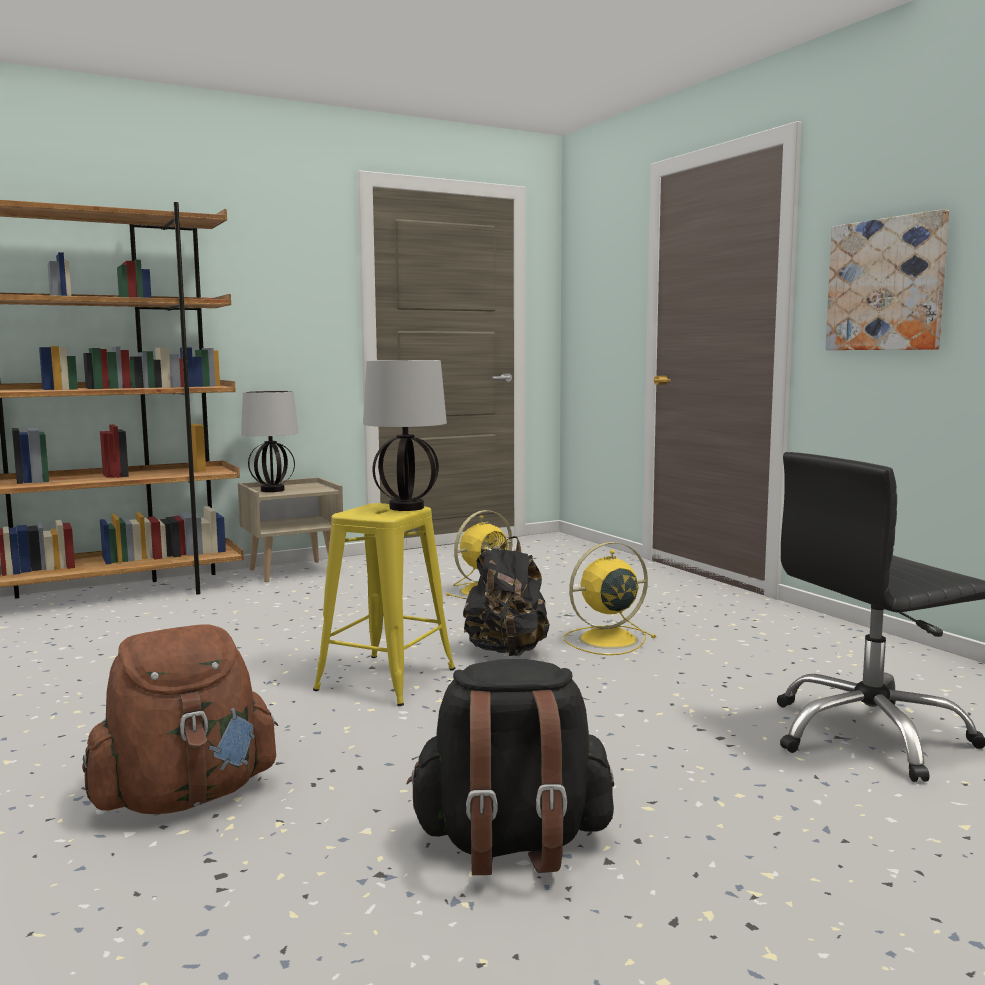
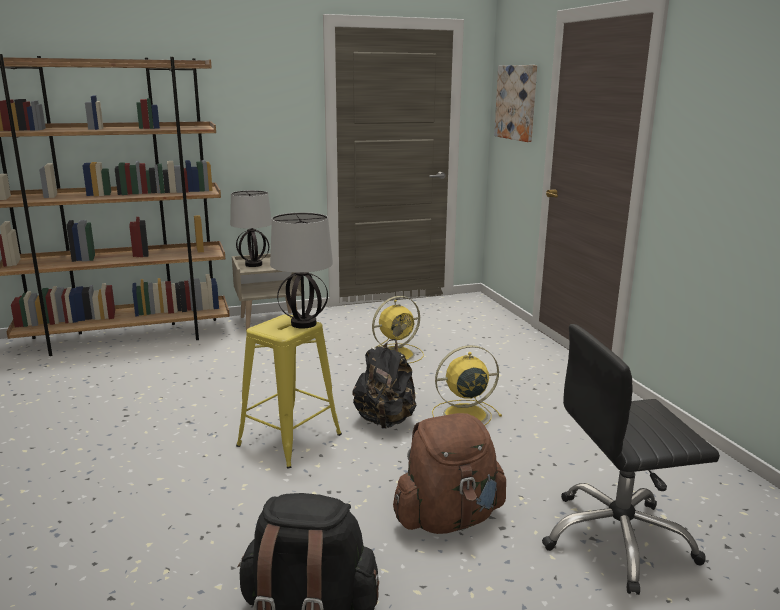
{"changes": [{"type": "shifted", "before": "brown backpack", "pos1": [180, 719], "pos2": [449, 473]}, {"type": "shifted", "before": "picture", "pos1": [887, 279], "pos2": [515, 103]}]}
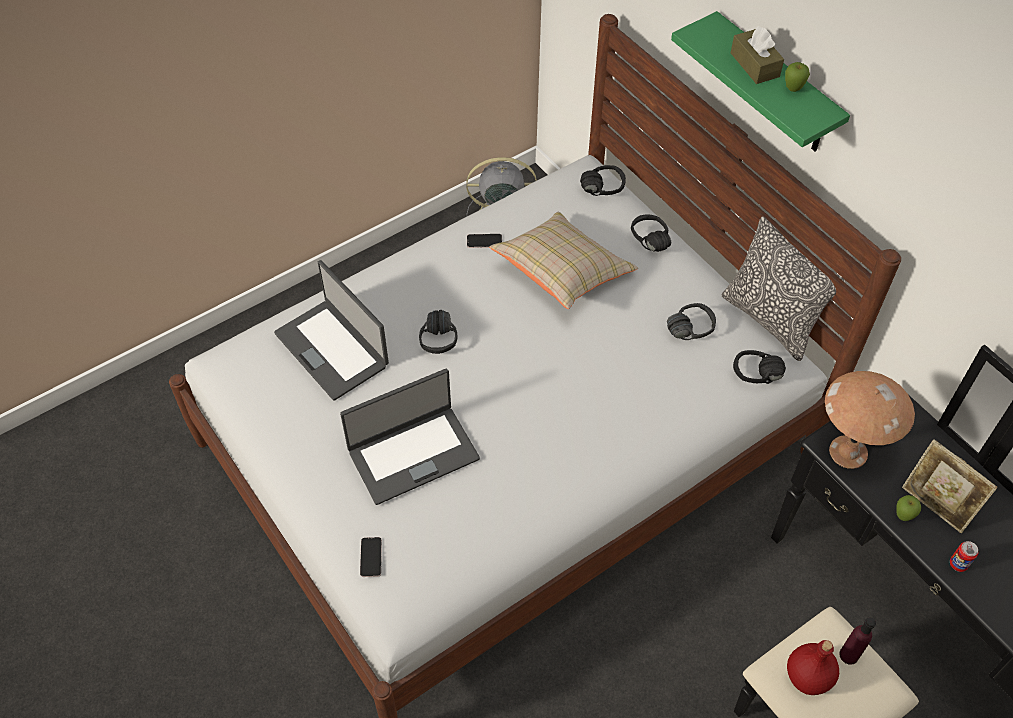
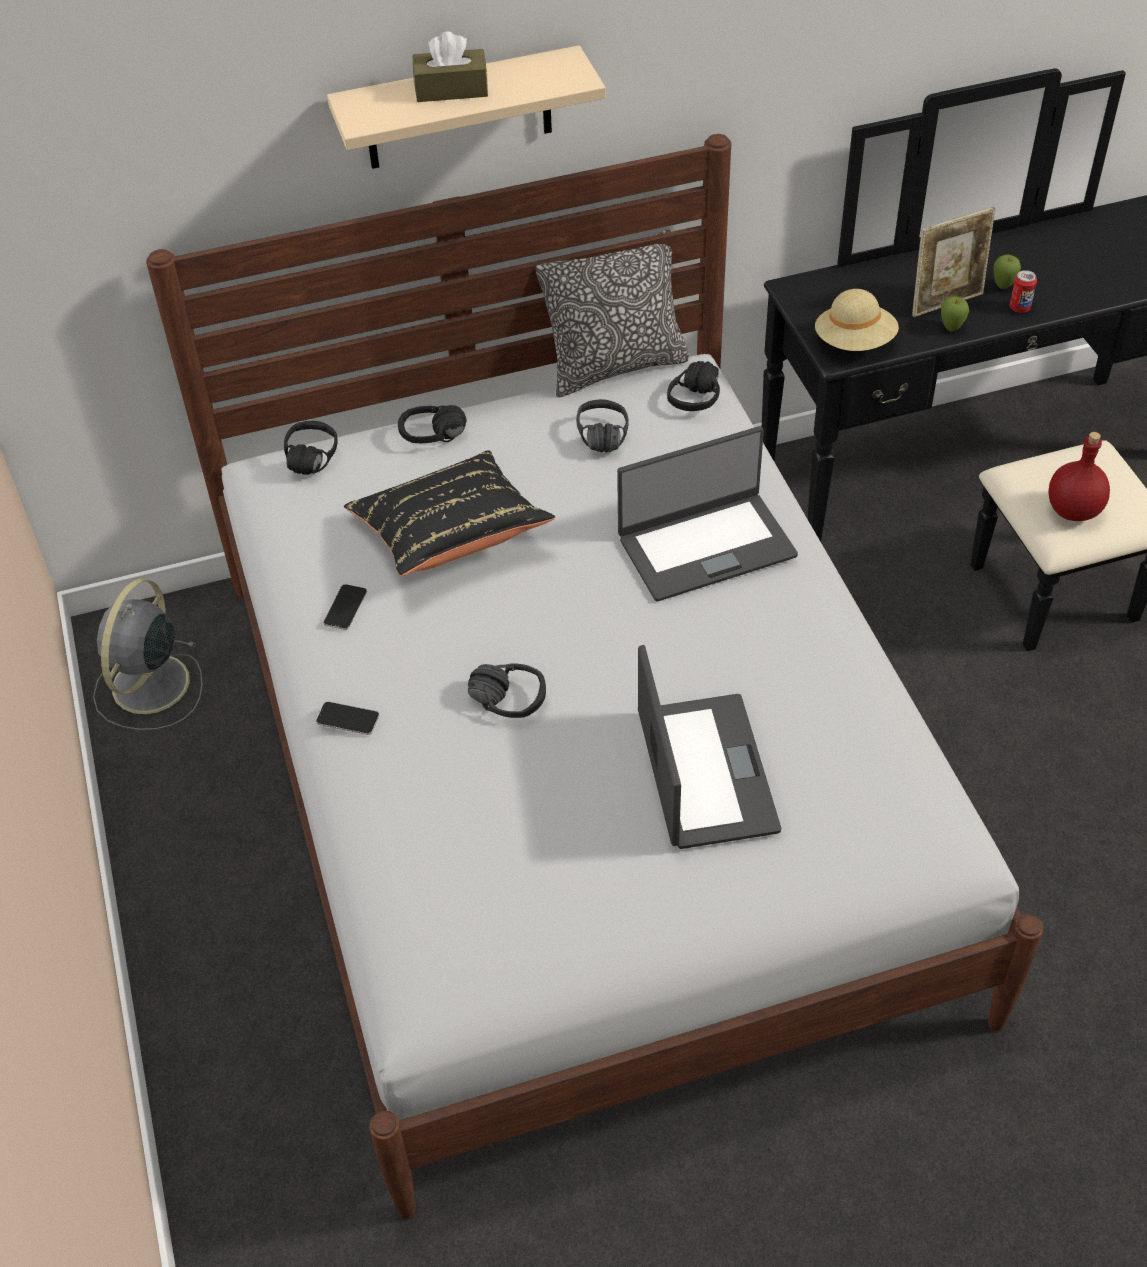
{"changes": [{"type": "shifted", "before": "laptop", "pos1": [331, 330], "pos2": [707, 514]}, {"type": "shifted", "before": "phone", "pos1": [371, 557], "pos2": [347, 718]}, {"type": "repainted", "before": "beige pillow", "after": "black pillow", "pos1": [563, 260], "pos2": [450, 513]}, {"type": "repainted", "before": "green shelf", "after": "beige shelf", "pos1": [760, 81], "pos2": [466, 107]}, {"type": "shifted", "before": "apple", "pos1": [797, 77], "pos2": [1007, 272]}, {"type": "swapped", "before": "brown table lamp", "after": "beige hat", "pos1": [870, 420], "pos2": [857, 320]}, {"type": "gone", "before": "purple bottle", "pos1": [857, 641]}]}
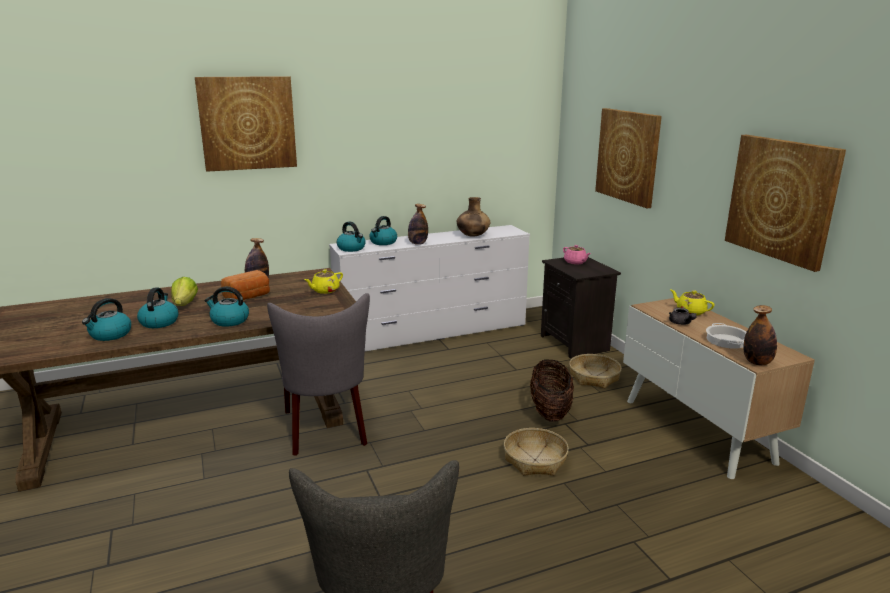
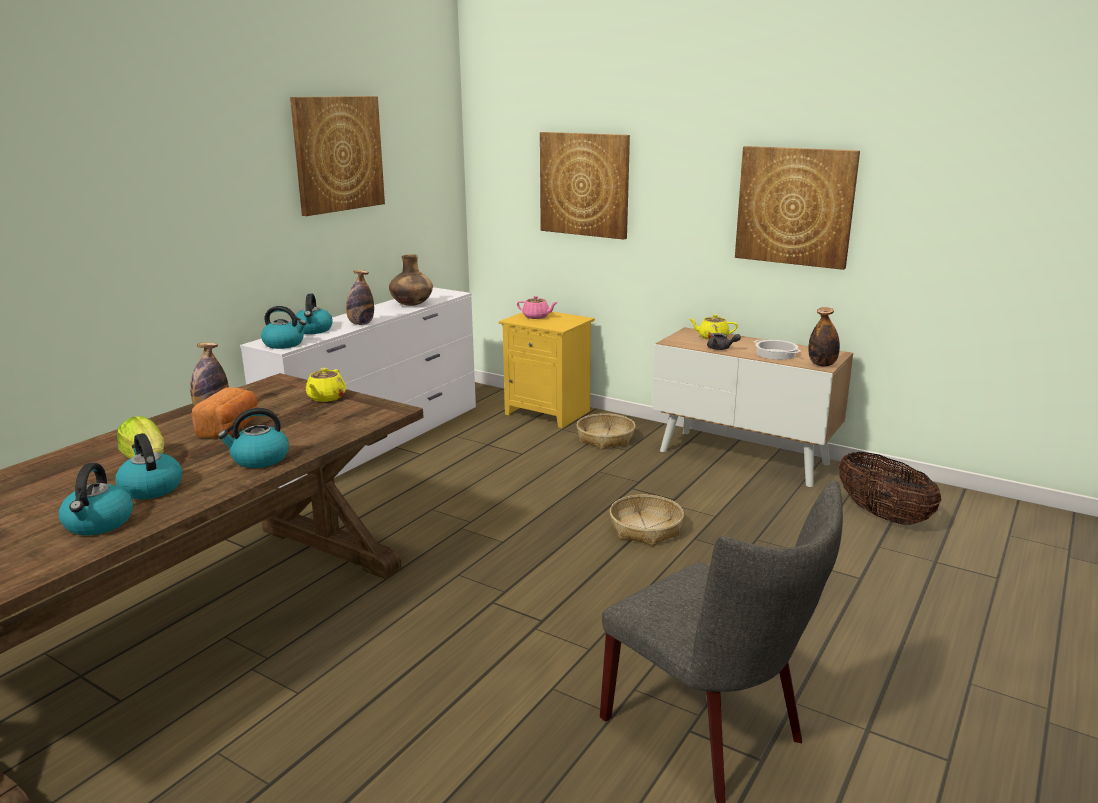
{"changes": [{"type": "shifted", "before": "picture", "pos1": [246, 124], "pos2": [337, 156]}, {"type": "gone", "before": "grey chair", "pos1": [318, 374]}, {"type": "shifted", "before": "basket", "pos1": [552, 390], "pos2": [889, 488]}, {"type": "repainted", "before": "black nightstand", "after": "yellow nightstand", "pos1": [581, 308], "pos2": [547, 370]}]}
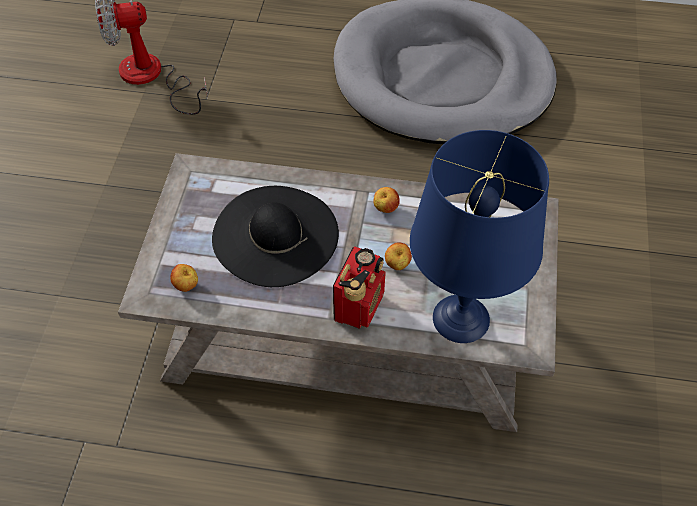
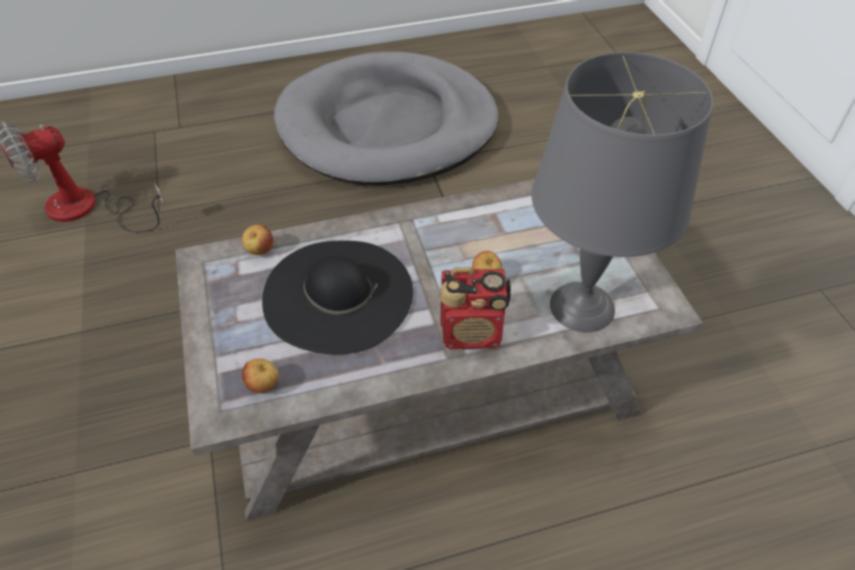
{"changes": [{"type": "rotated", "before": "radio", "pos1": [359, 287], "pos2": [475, 308], "turn": 90}, {"type": "shifted", "before": "apple", "pos1": [386, 200], "pos2": [257, 240]}, {"type": "repainted", "before": "blue table lamp", "after": "grey table lamp", "pos1": [479, 236], "pos2": [622, 192]}]}
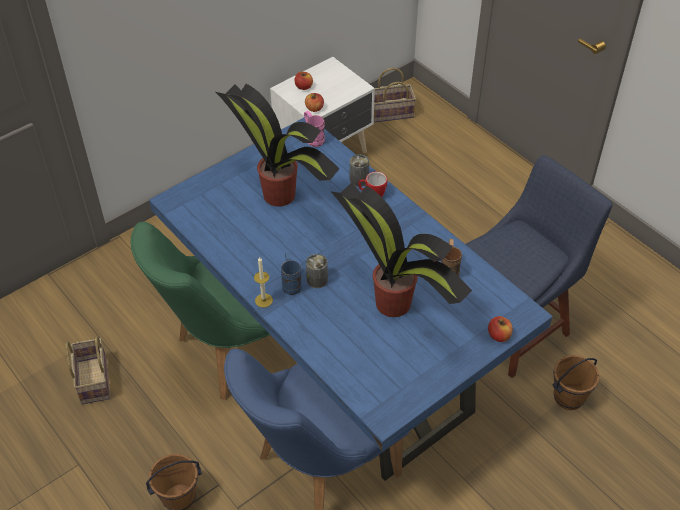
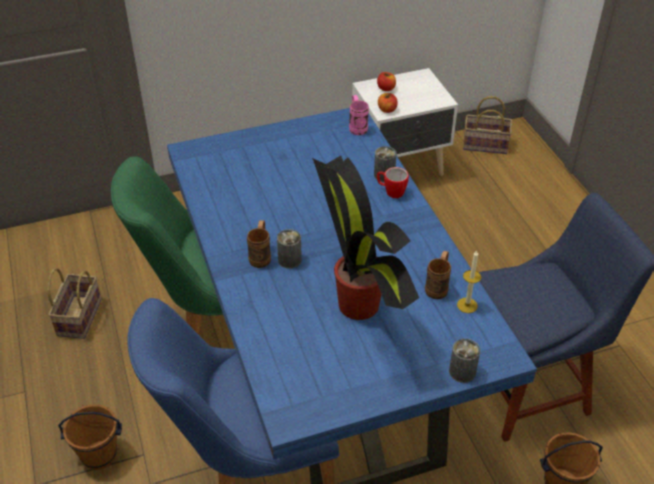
{"changes": [{"type": "gone", "before": "potted plant", "pos1": [278, 145]}, {"type": "shifted", "before": "candle", "pos1": [263, 282], "pos2": [469, 281]}, {"type": "repainted", "before": "blue mug", "after": "brown mug", "pos1": [291, 274], "pos2": [259, 244]}, {"type": "swapped", "before": "apple", "after": "can", "pos1": [500, 329], "pos2": [464, 361]}]}
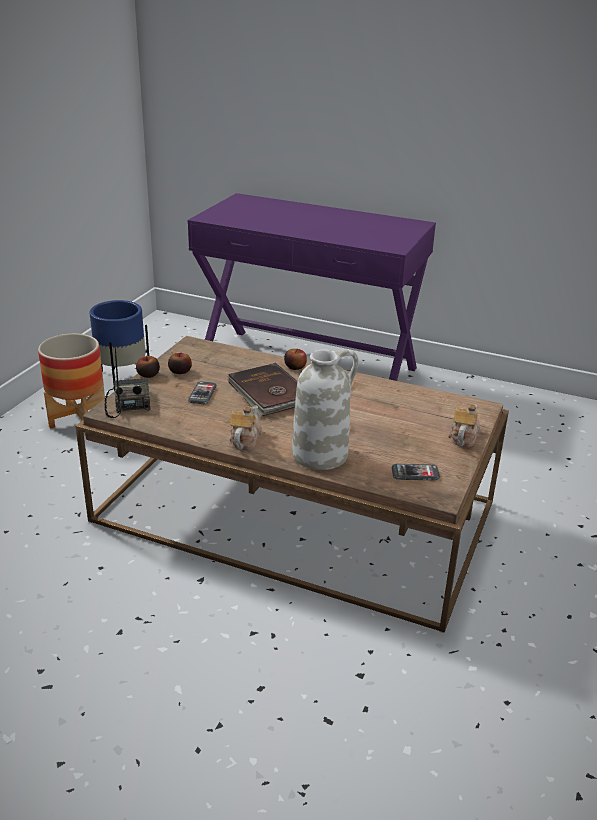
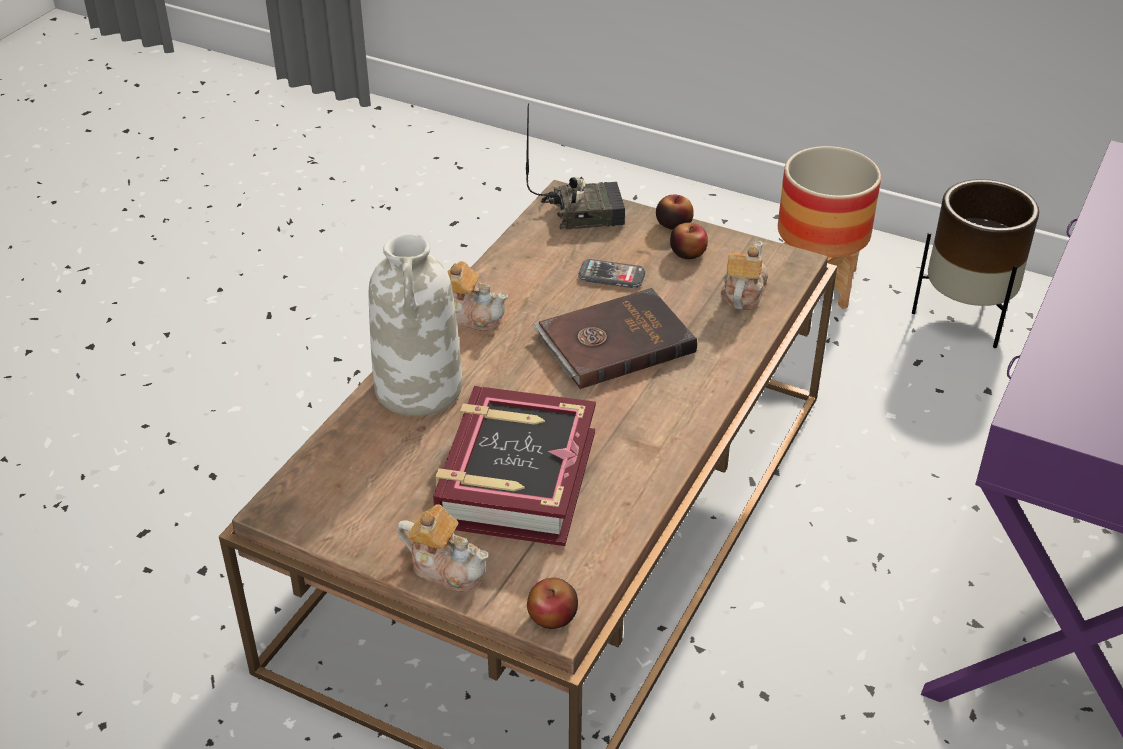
{"changes": [{"type": "repainted", "before": "blue planter", "after": "brown planter", "pos1": [119, 345], "pos2": [975, 263]}, {"type": "shifted", "before": "apple", "pos1": [295, 359], "pos2": [552, 603]}, {"type": "gone", "before": "phone", "pos1": [416, 472]}, {"type": "new", "after": "book", "pos2": [514, 466]}, {"type": "new", "after": "teapot", "pos2": [744, 275]}]}
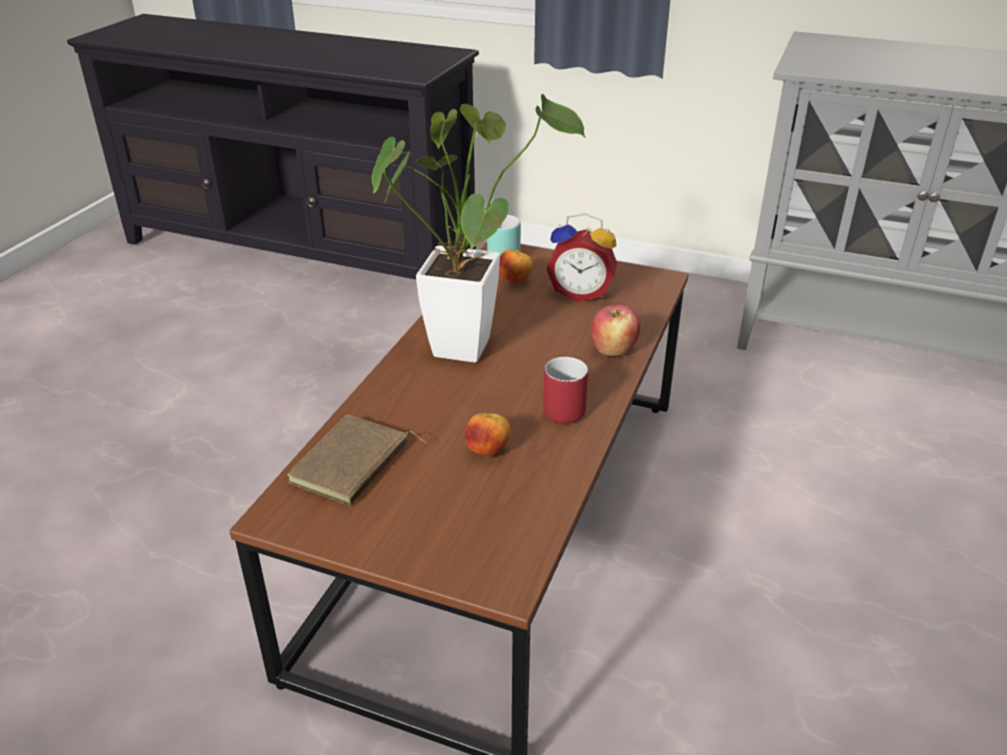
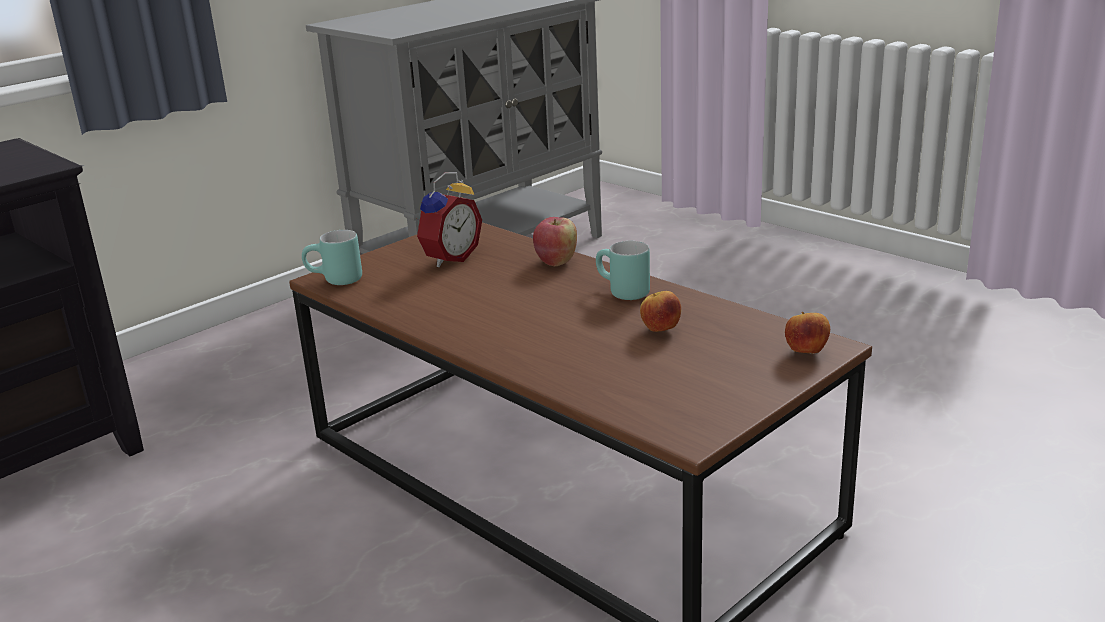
{"changes": [{"type": "gone", "before": "brown book", "pos1": [357, 460]}, {"type": "gone", "before": "potted plant", "pos1": [479, 228]}, {"type": "shifted", "before": "apple", "pos1": [516, 266], "pos2": [807, 333]}, {"type": "repainted", "before": "red mug", "after": "turquoise mug", "pos1": [565, 390], "pos2": [623, 270]}]}
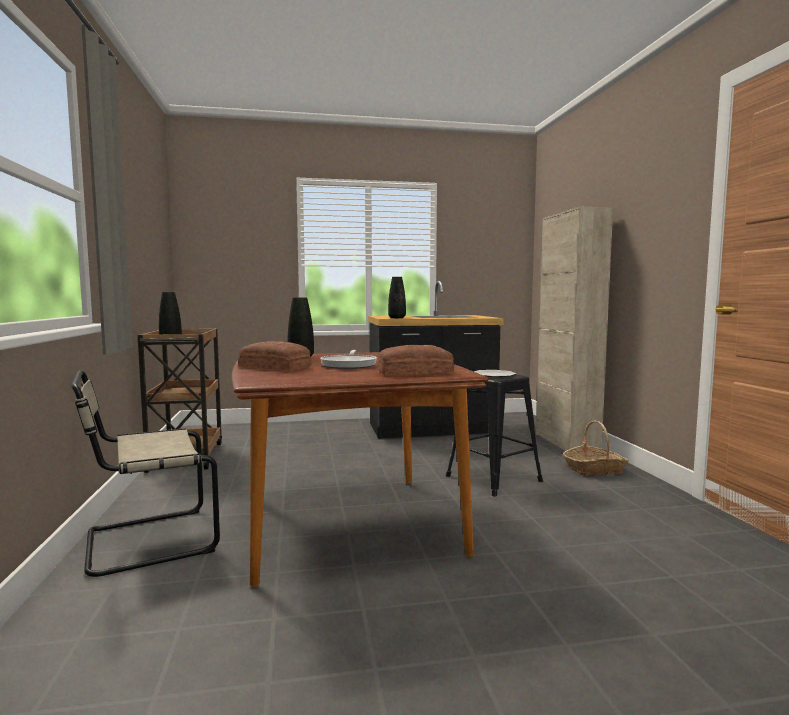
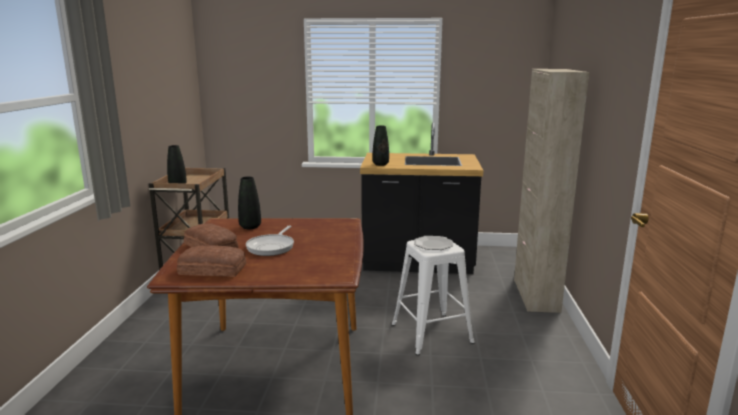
{"changes": [{"type": "gone", "before": "beige chair", "pos1": [145, 473]}, {"type": "shifted", "before": "bread", "pos1": [416, 360], "pos2": [211, 261]}, {"type": "repainted", "before": "black stool", "after": "white stool", "pos1": [494, 436], "pos2": [433, 296]}, {"type": "gone", "before": "basket", "pos1": [596, 448]}]}
